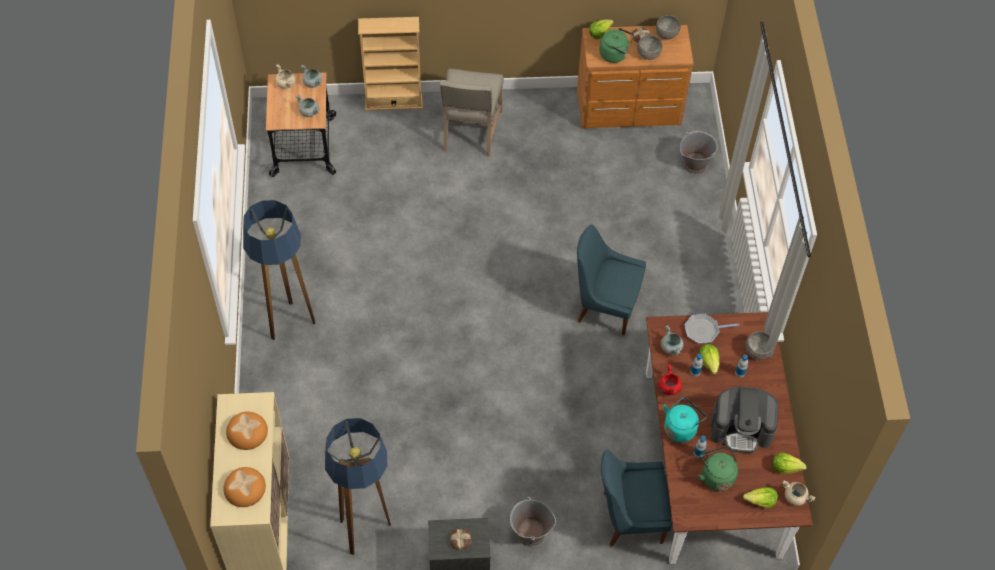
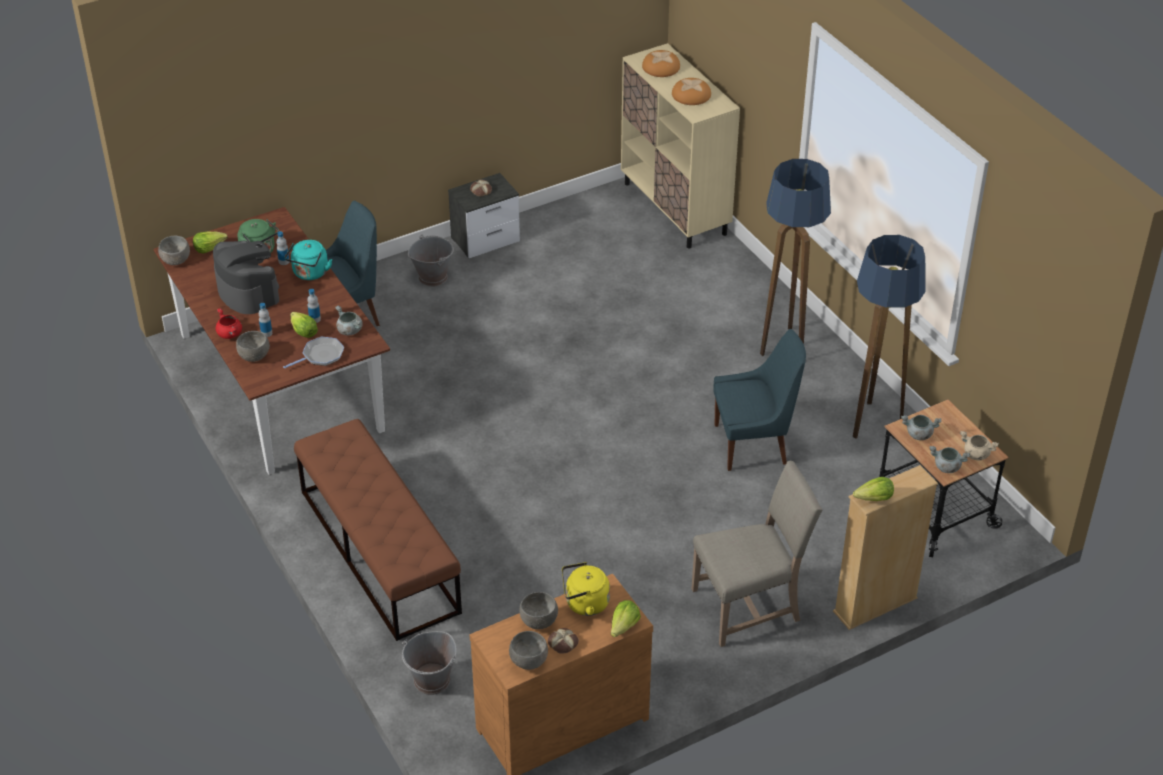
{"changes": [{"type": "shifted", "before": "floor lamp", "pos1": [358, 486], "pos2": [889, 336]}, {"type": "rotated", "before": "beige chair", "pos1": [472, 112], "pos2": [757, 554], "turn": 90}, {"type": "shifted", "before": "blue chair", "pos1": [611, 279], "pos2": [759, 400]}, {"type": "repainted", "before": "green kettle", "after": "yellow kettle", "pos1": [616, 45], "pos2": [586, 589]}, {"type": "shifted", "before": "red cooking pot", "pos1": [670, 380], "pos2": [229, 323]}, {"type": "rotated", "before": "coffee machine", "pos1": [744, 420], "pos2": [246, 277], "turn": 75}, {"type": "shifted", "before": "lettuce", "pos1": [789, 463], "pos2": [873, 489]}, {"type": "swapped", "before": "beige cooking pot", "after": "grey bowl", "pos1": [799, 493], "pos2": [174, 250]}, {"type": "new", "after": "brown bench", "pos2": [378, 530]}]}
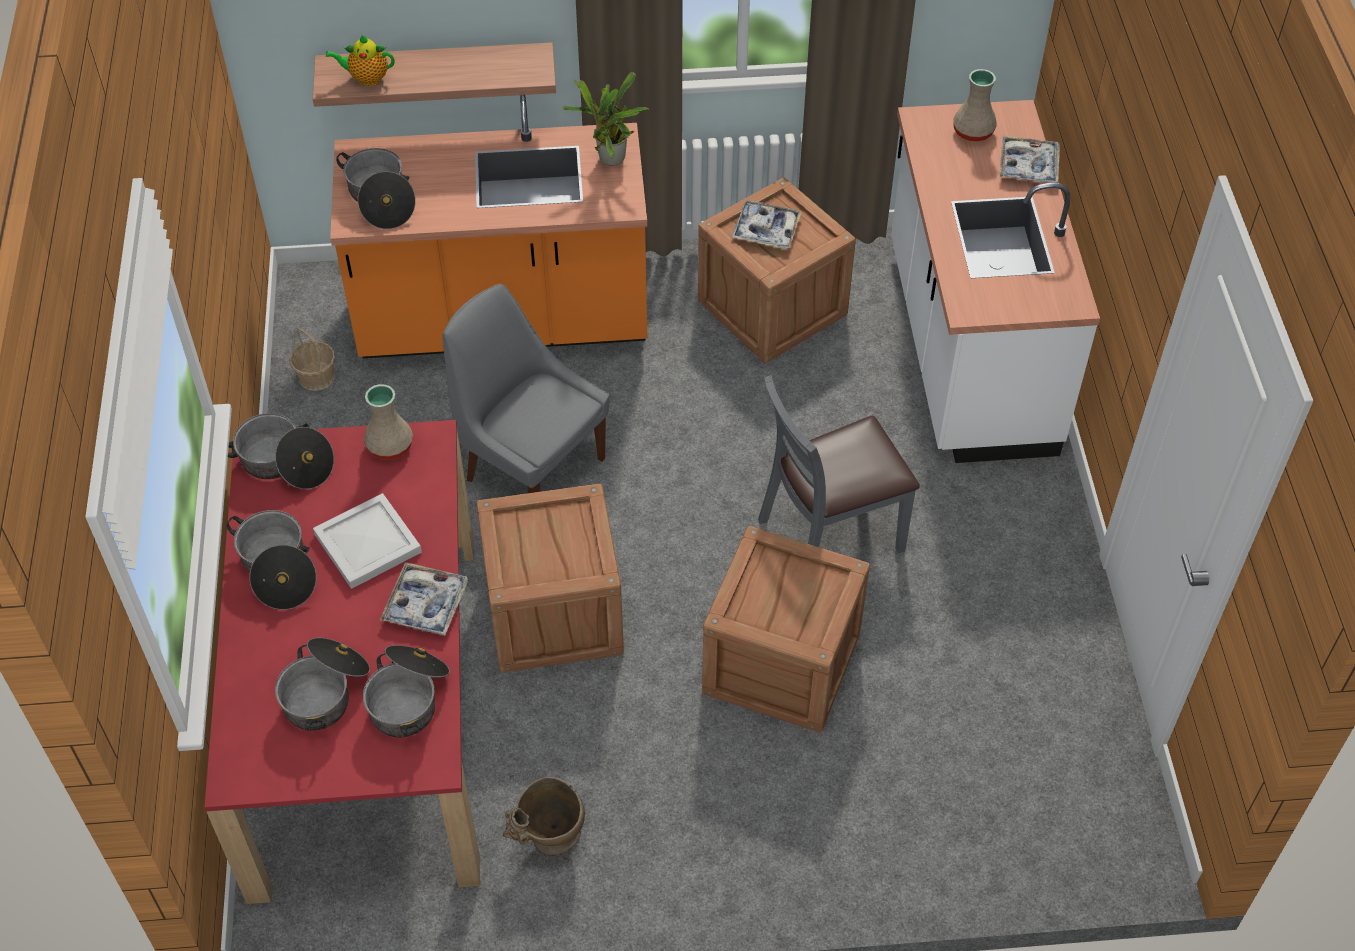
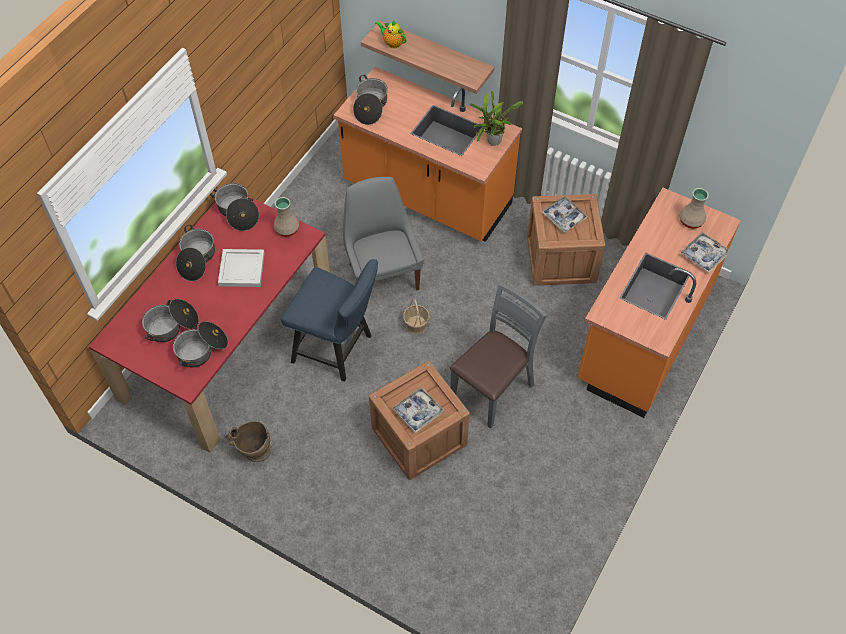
{"changes": [{"type": "shifted", "before": "basket", "pos1": [312, 359], "pos2": [416, 316]}, {"type": "shifted", "before": "tray", "pos1": [424, 599], "pos2": [418, 409]}, {"type": "swapped", "before": "crate", "after": "blue chair", "pos1": [550, 578], "pos2": [329, 320]}, {"type": "rotated", "before": "grey chair", "pos1": [839, 464], "pos2": [498, 356], "turn": 120}, {"type": "repainted", "before": "white counter", "after": "orange counter", "pos1": [995, 281], "pos2": [659, 303]}]}
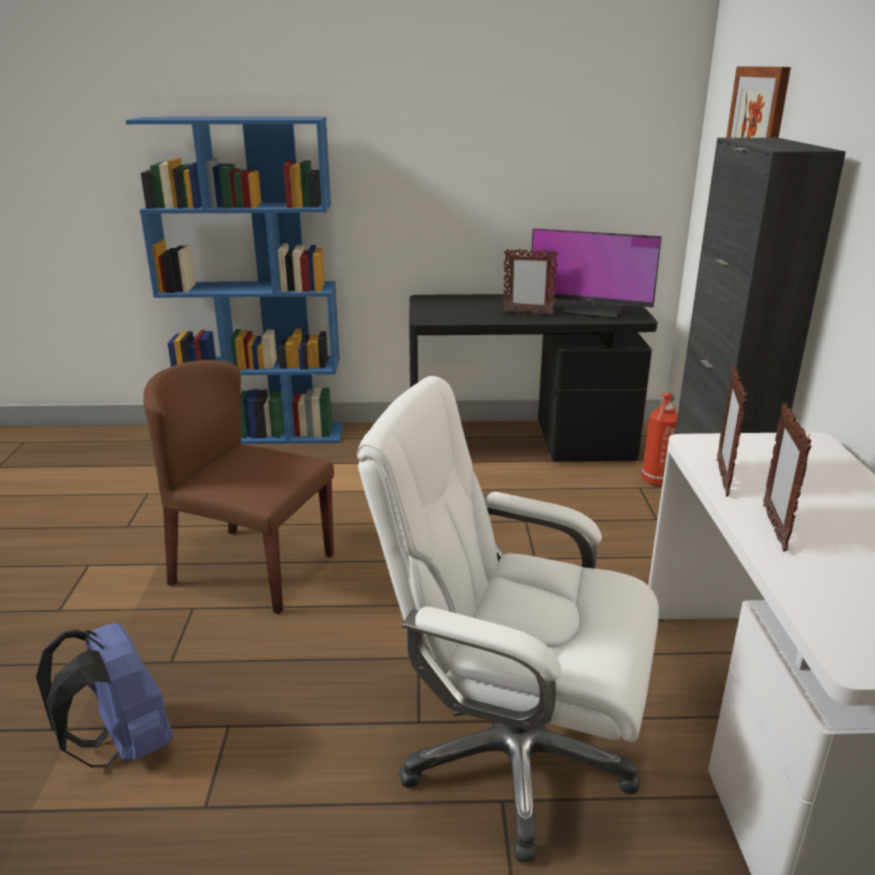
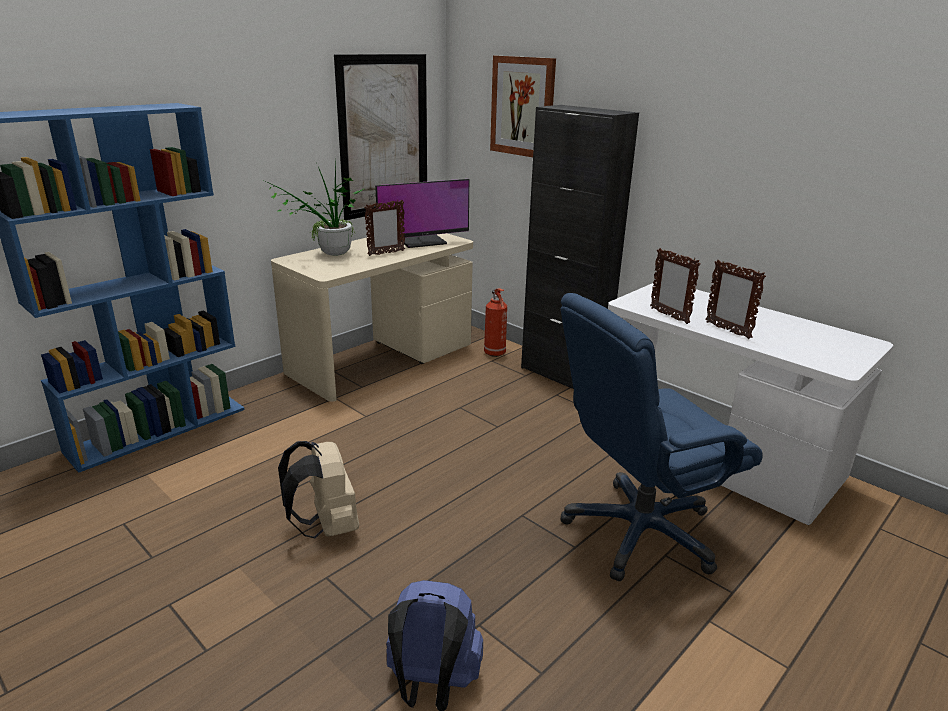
{"changes": [{"type": "swapped", "before": "brown chair", "after": "beige backpack", "pos1": [238, 487], "pos2": [318, 489]}, {"type": "repainted", "before": "white office chair", "after": "blue office chair", "pos1": [508, 619], "pos2": [662, 437]}, {"type": "repainted", "before": "black desk", "after": "beige desk", "pos1": [533, 378], "pos2": [372, 317]}, {"type": "new", "after": "potted plant", "pos2": [316, 209]}, {"type": "new", "after": "picture", "pos2": [380, 137]}]}
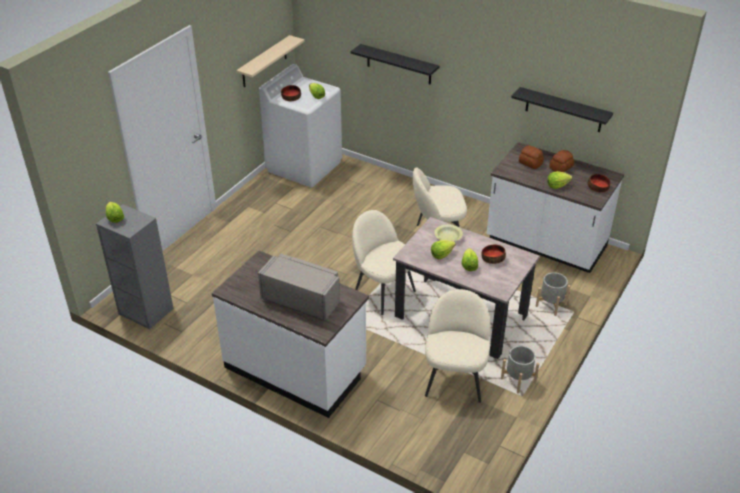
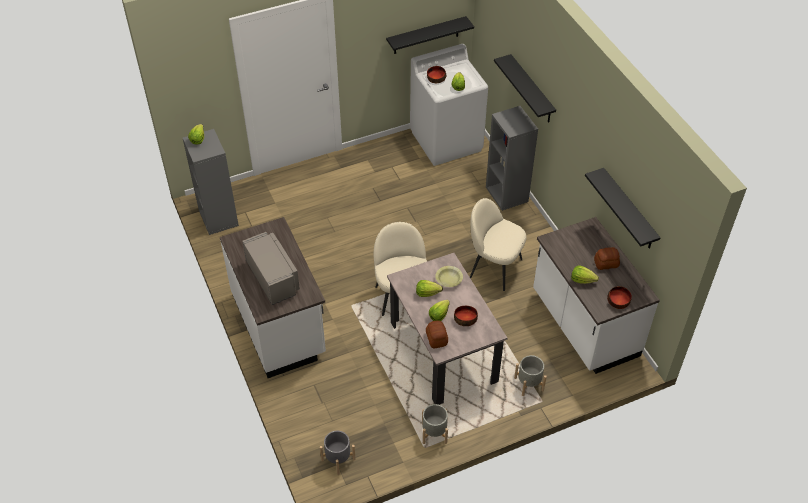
{"changes": [{"type": "repainted", "before": "beige shelf", "after": "black shelf", "pos1": [270, 61], "pos2": [430, 35]}, {"type": "gone", "before": "beige chair", "pos1": [457, 346]}, {"type": "shifted", "before": "bread", "pos1": [531, 157], "pos2": [437, 334]}, {"type": "new", "after": "grey planter", "pos2": [338, 453]}, {"type": "new", "after": "grey bookcase", "pos2": [512, 158]}]}
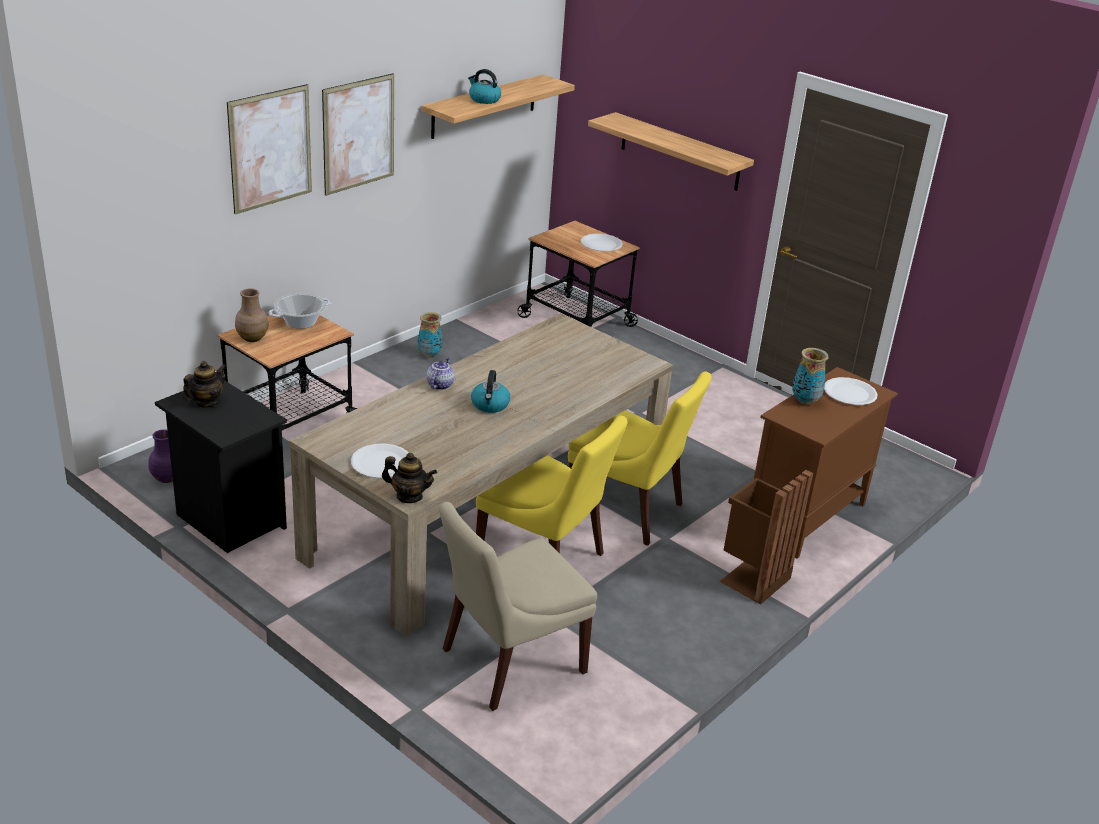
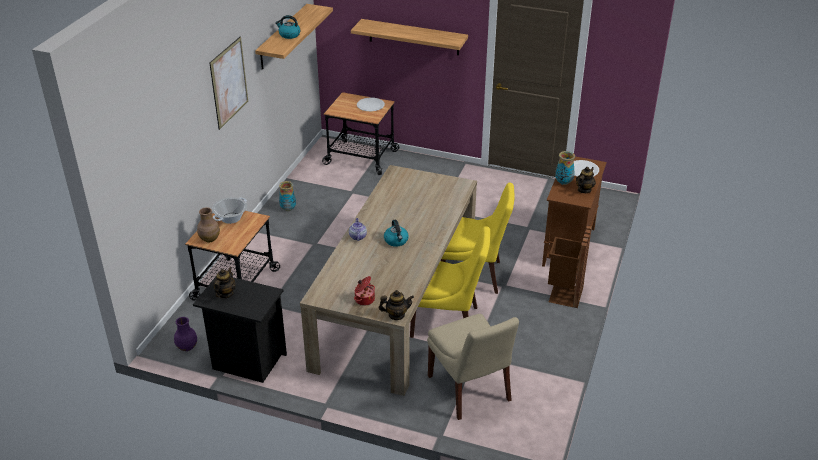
{"changes": [{"type": "gone", "before": "picture", "pos1": [269, 149]}, {"type": "swapped", "before": "white plate", "after": "cooking pot", "pos1": [379, 461], "pos2": [364, 291]}, {"type": "rotated", "before": "beige chair", "pos1": [518, 606], "pos2": [473, 367], "turn": -60}, {"type": "new", "after": "teapot", "pos2": [586, 180]}]}
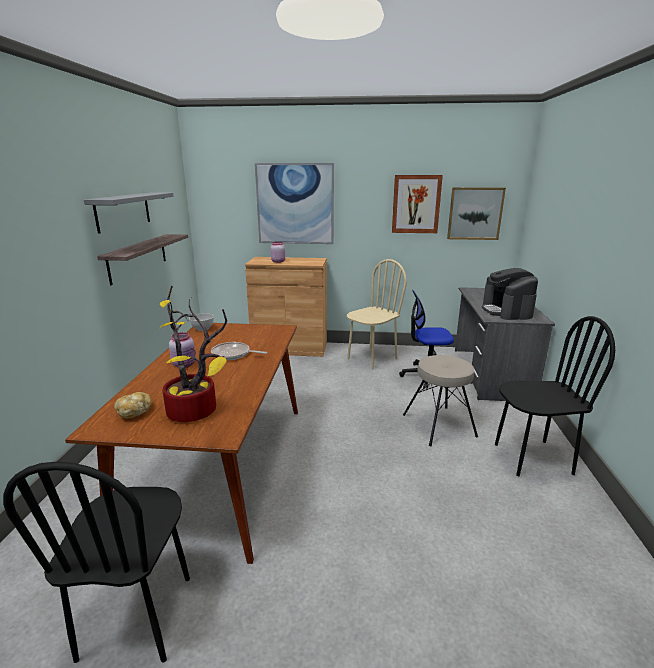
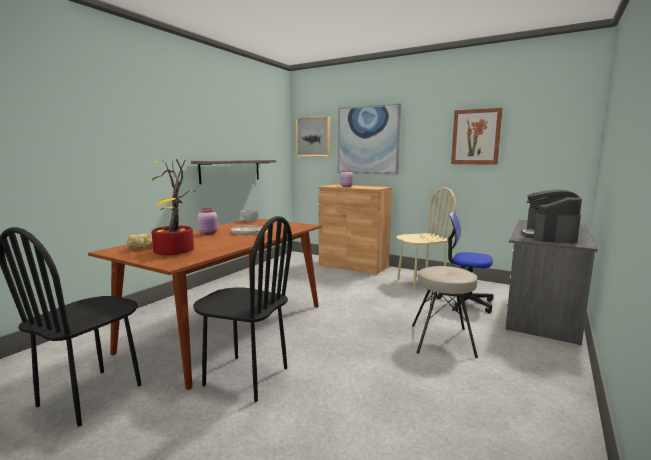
{"changes": [{"type": "gone", "before": "grey shelf", "pos1": [129, 213]}, {"type": "shifted", "before": "picture", "pos1": [476, 213], "pos2": [313, 136]}, {"type": "shifted", "before": "black chair", "pos1": [555, 396], "pos2": [242, 309]}]}
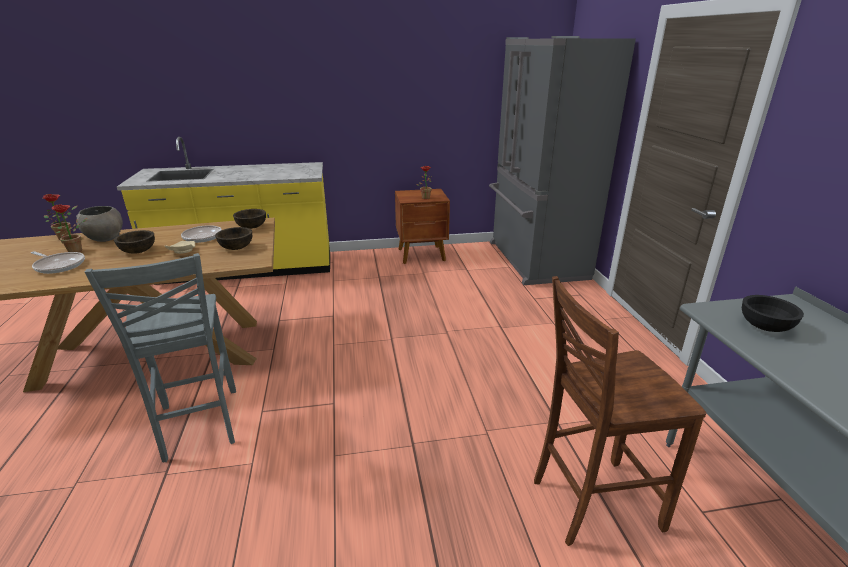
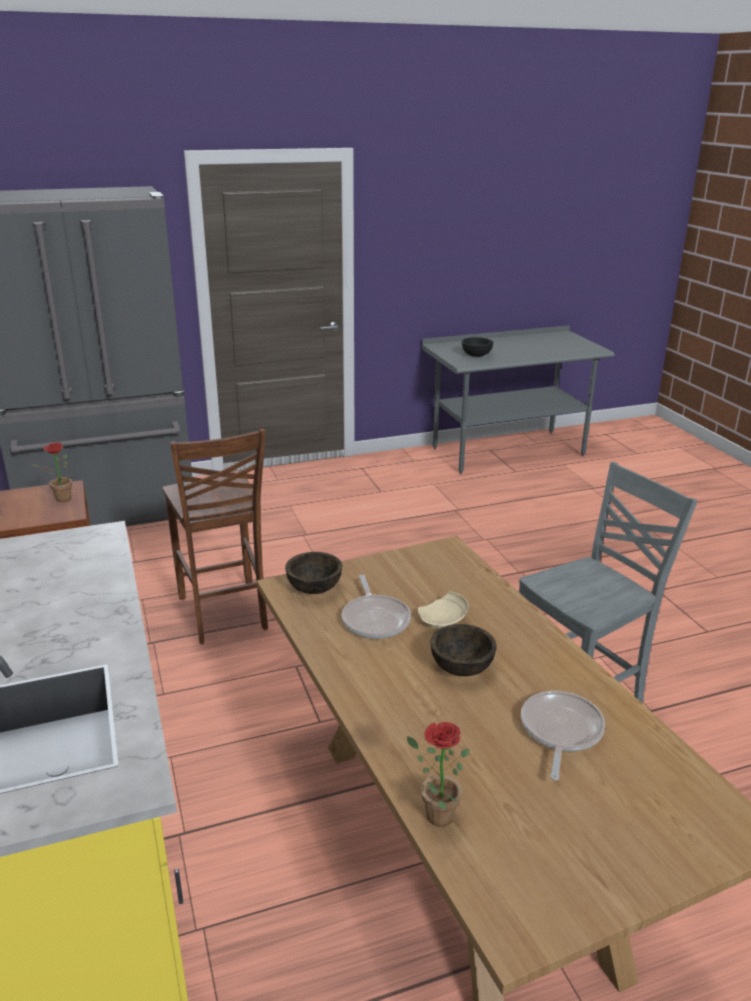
{"changes": [{"type": "gone", "before": "potted plant", "pos1": [70, 228]}, {"type": "gone", "before": "grey bowl", "pos1": [99, 224]}, {"type": "gone", "before": "brown bowl", "pos1": [233, 238]}, {"type": "shifted", "before": "brown chair", "pos1": [620, 411], "pos2": [215, 536]}]}
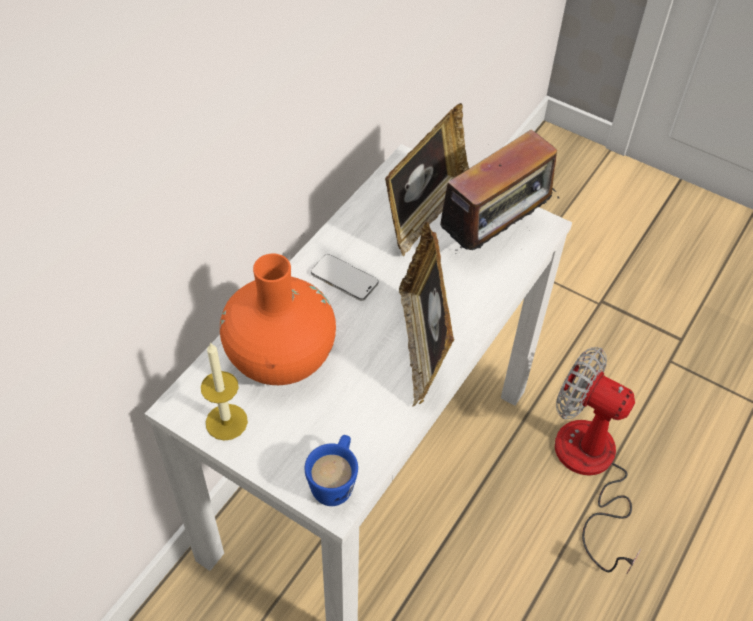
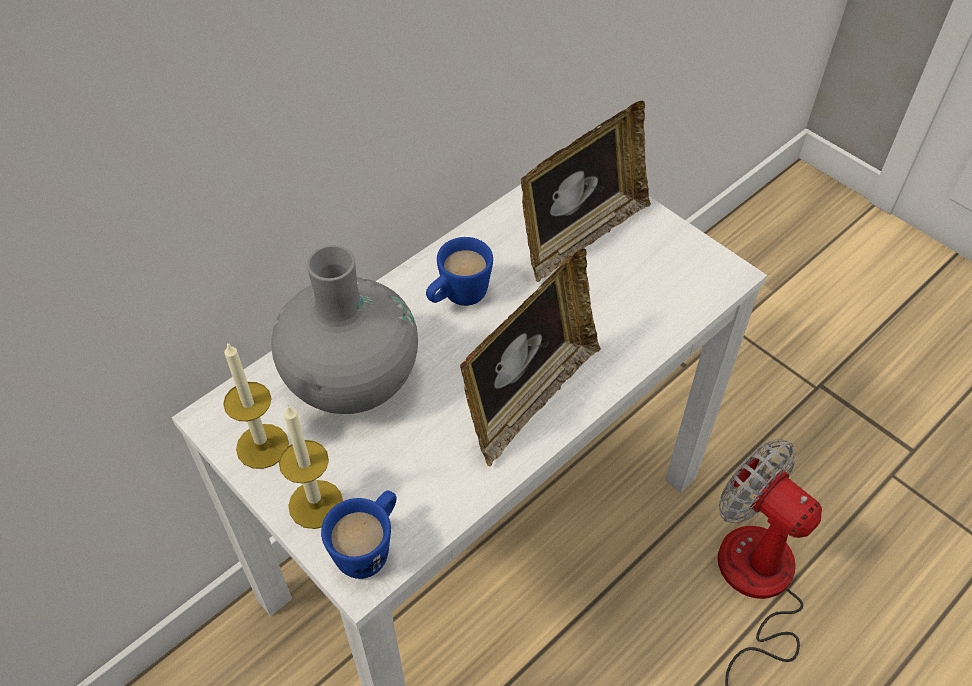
{"changes": [{"type": "repainted", "before": "orange vase", "after": "grey vase", "pos1": [278, 319], "pos2": [344, 329]}, {"type": "swapped", "before": "phone", "after": "blue mug", "pos1": [345, 277], "pos2": [459, 271]}, {"type": "rotated", "before": "picture frame", "pos1": [427, 314], "pos2": [530, 357], "turn": -150}, {"type": "gone", "before": "radio", "pos1": [495, 190]}, {"type": "new", "after": "candle", "pos2": [311, 467]}]}
